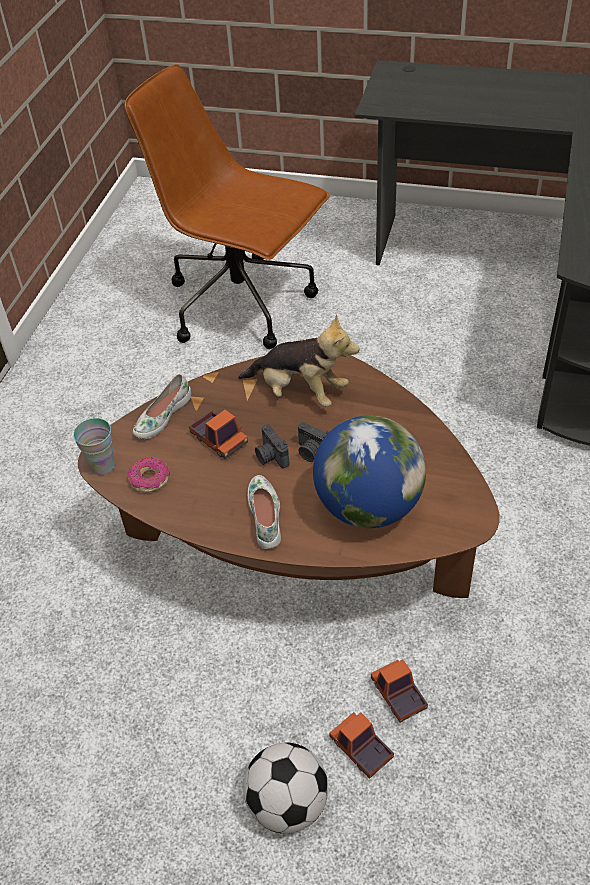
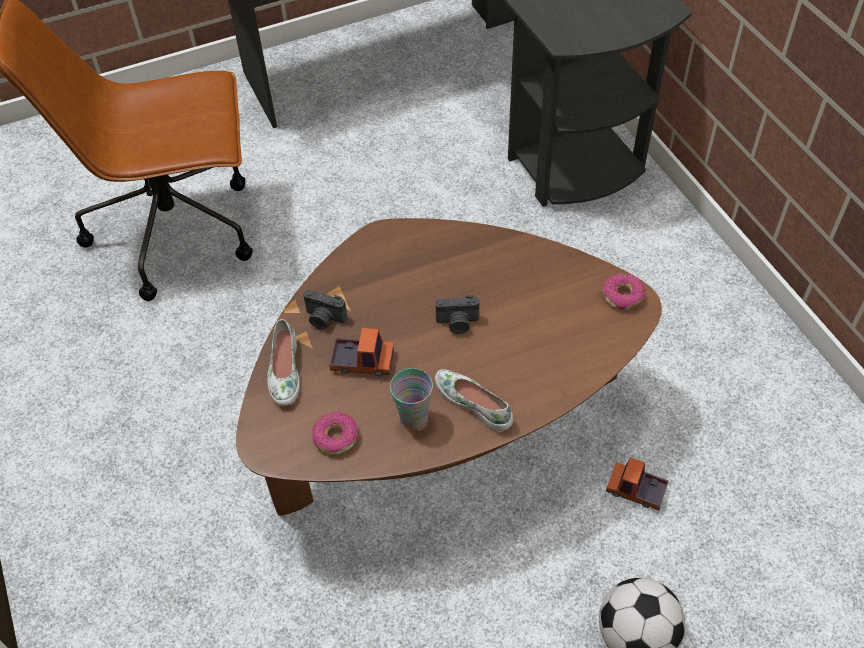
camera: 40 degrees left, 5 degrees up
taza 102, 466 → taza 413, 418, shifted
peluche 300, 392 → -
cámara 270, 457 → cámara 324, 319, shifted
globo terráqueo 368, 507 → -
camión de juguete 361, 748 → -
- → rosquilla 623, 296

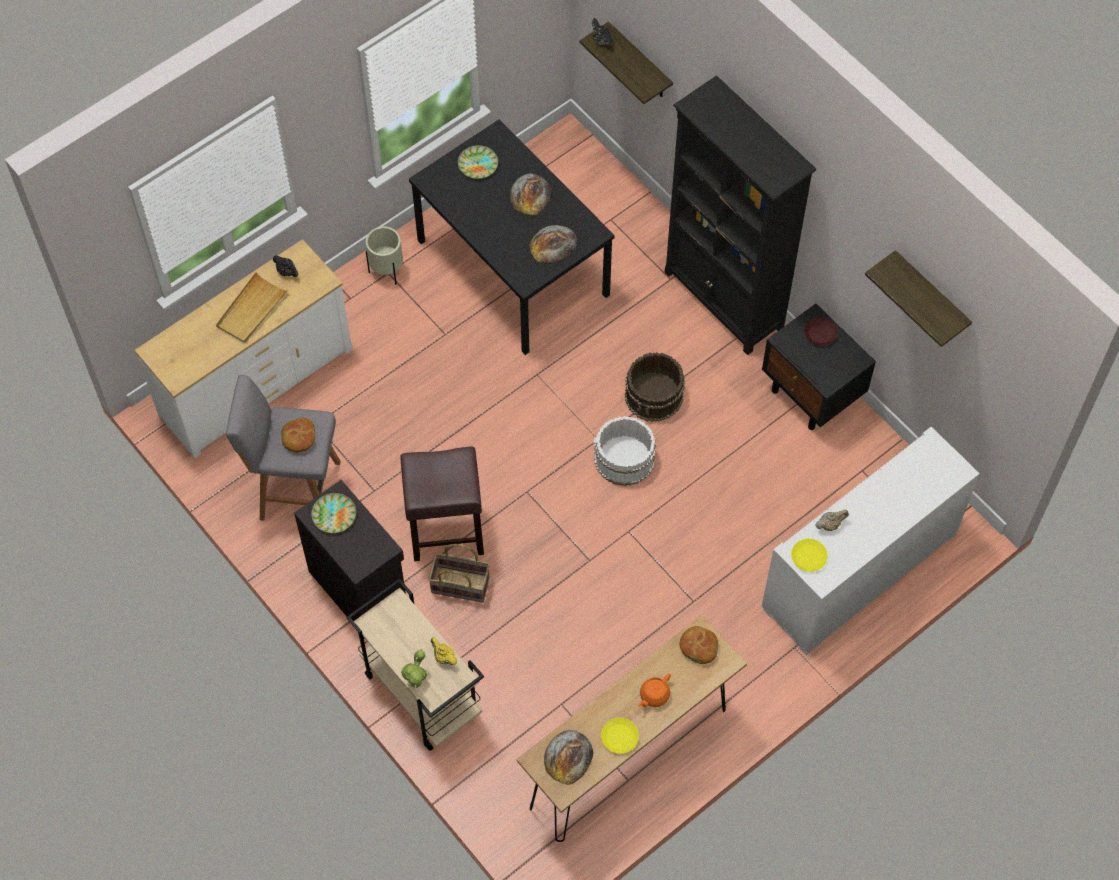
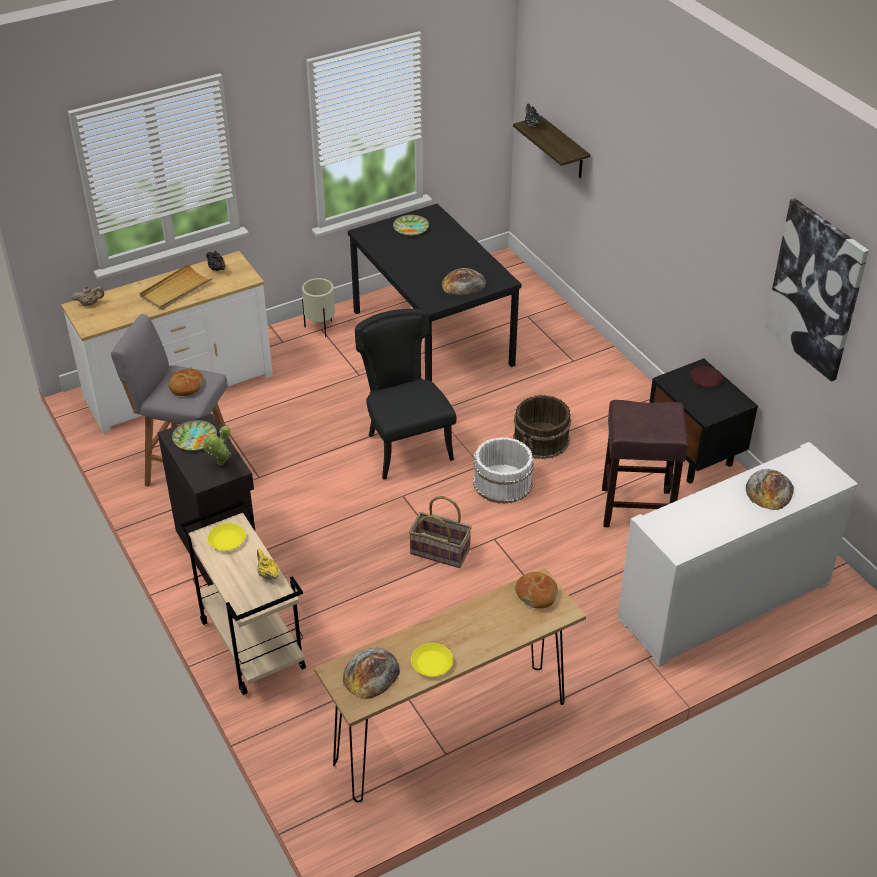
camera: 10 degrees right, 20 degrees down
taburete [marrón] 445, 532 → taburete [marrón] 635, 508, shifted
planta en maceta 417, 681 → planta en maceta 220, 465, shifted
cesta 460, 584 → cesta 440, 551, shifted
pan 530, 194 → pan 769, 490, shifted
tetera [naranja] 654, 695 → -
estantería [negro] 724, 300 → -
plato [amarillo] 808, 557 → plato [amarillo] 226, 540, shifted
tetera [beis] 830, 524 → tetera [beis] 90, 304, shifted
estante 930, 296 → cuadro 816, 290
- → silla [negro] 405, 446

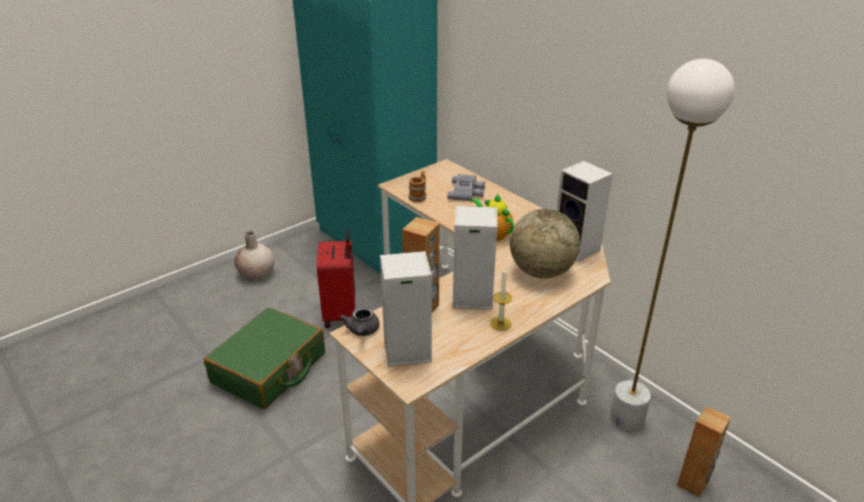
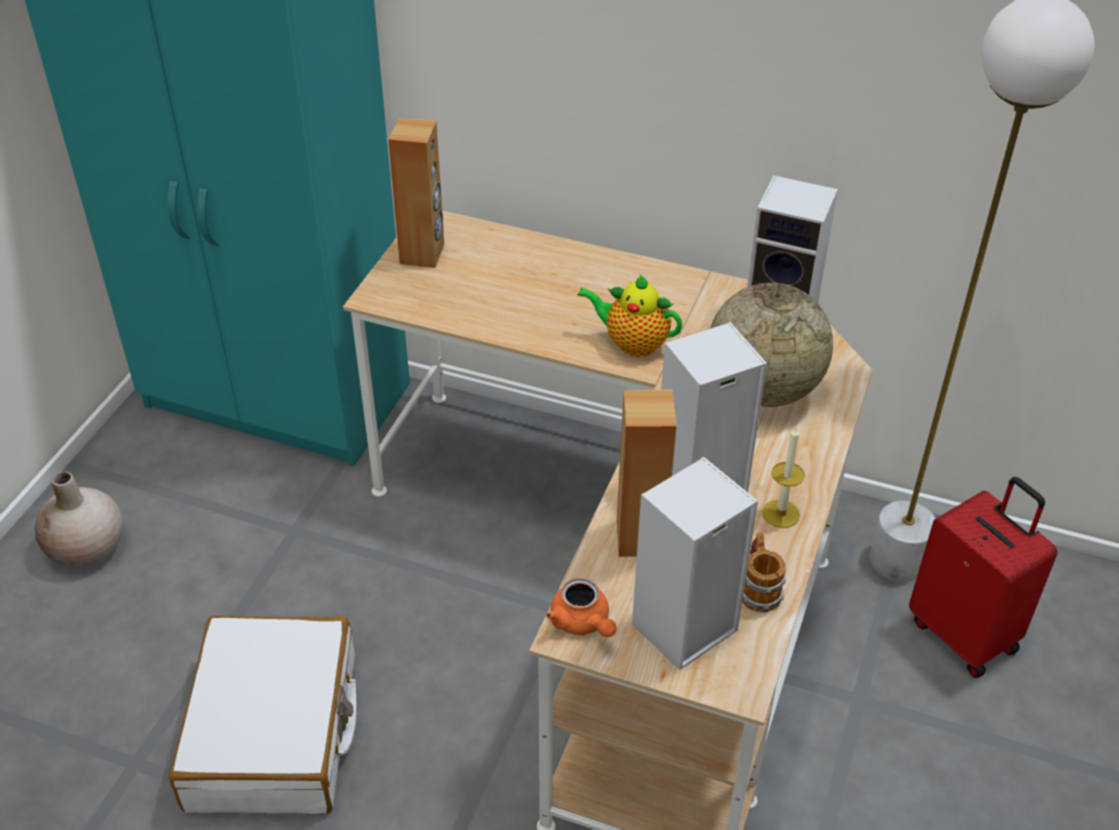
camera: 30 degrees left, 10 degrees up
maleta [verde] 269, 369 → maleta [blanco] 274, 732
maleta [rojo] 341, 314 → maleta [rojo] 964, 634, shifted
tetera [gris] 362, 331 → tetera [naranja] 583, 623
taza grande 419, 196 → taza grande 758, 589, shifted
prismáticos [gris] 467, 192 → -
altavoz [marrón] 693, 483 → altavoz [marrón] 423, 254, shifted

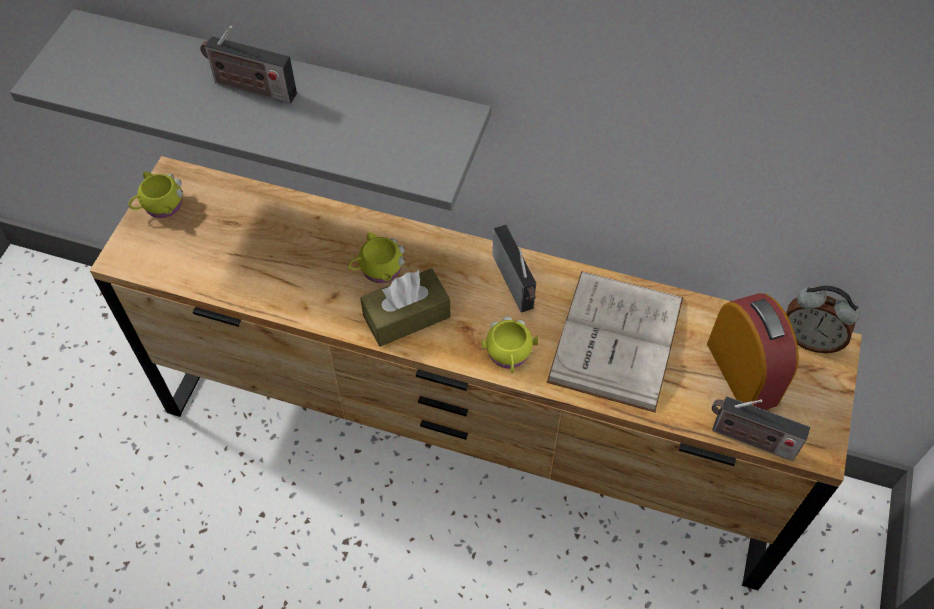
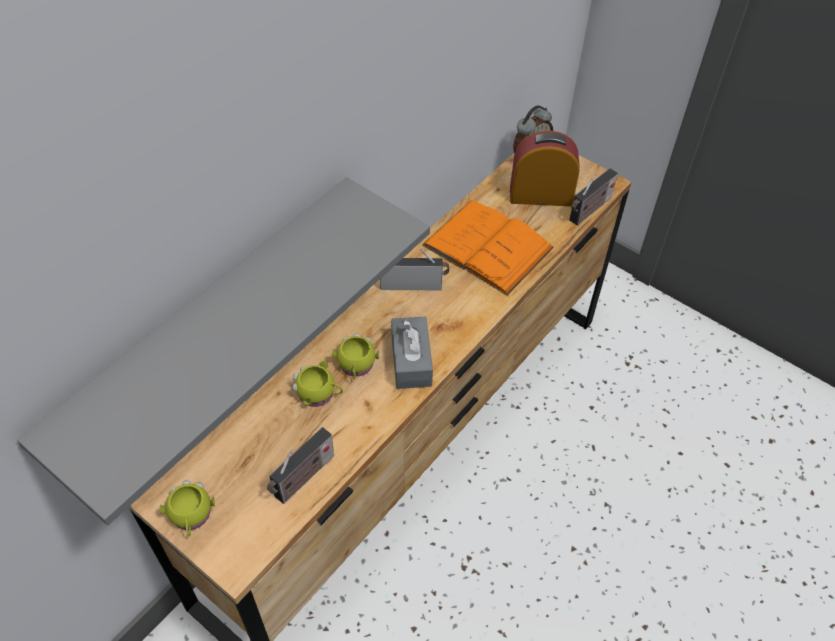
camera: 70 degrees left, 5 degrees down
radio 251, 88 → radio 302, 479, shifted
caja de pañuelos [marrón] 406, 316 → caja de pañuelos [gris] 411, 360
taza grande [amarillo] 509, 355 → taza grande [amarillo] 319, 394, shifted
libro [blanco] 616, 339 → libro [naranja] 487, 246

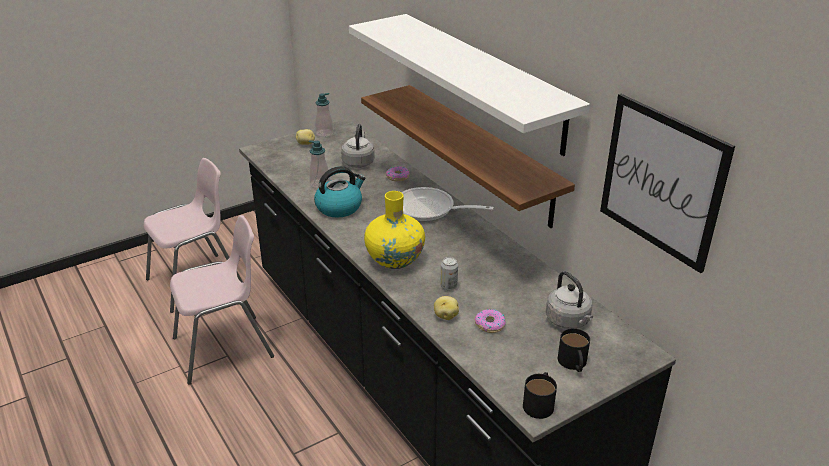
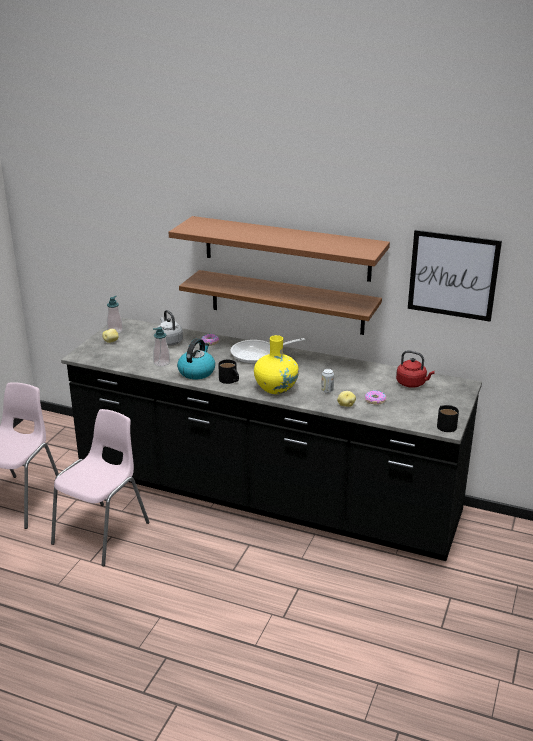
camera: 35 degrees left, 5 degrees down
estante [blanco] 484, 81 → estante [marrón] 286, 248
hervidor [gris] 569, 321 → hervidor [rojo] 412, 383
taza grande [negro] 573, 364 → taza grande [negro] 230, 380, shifted

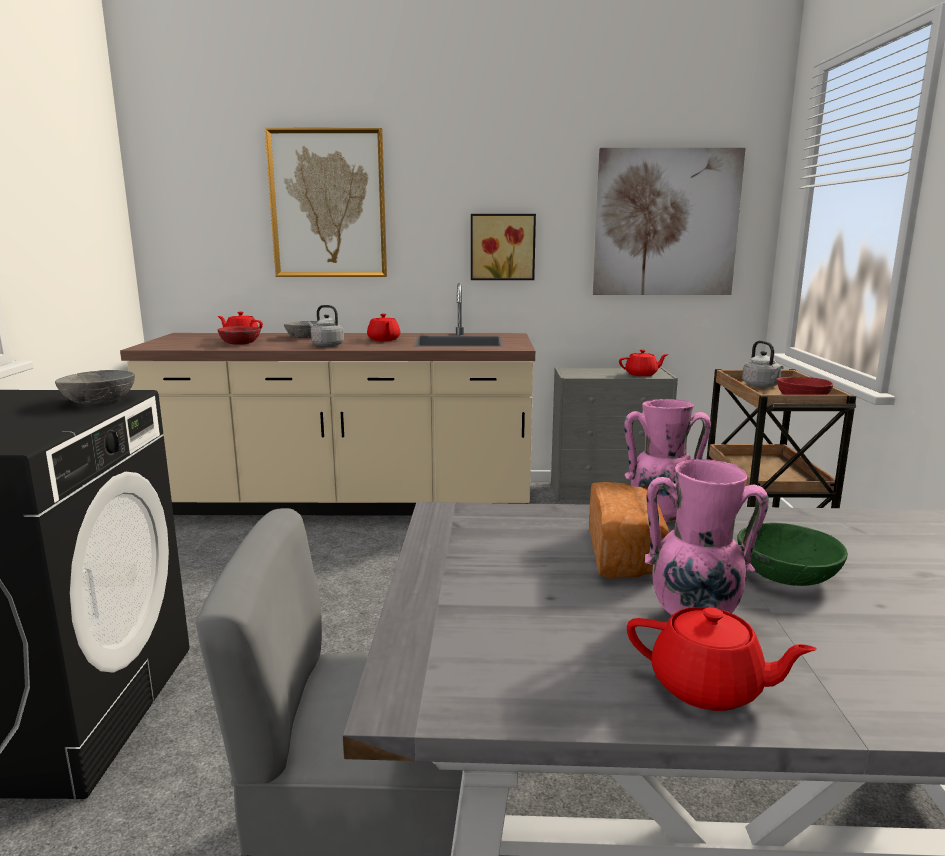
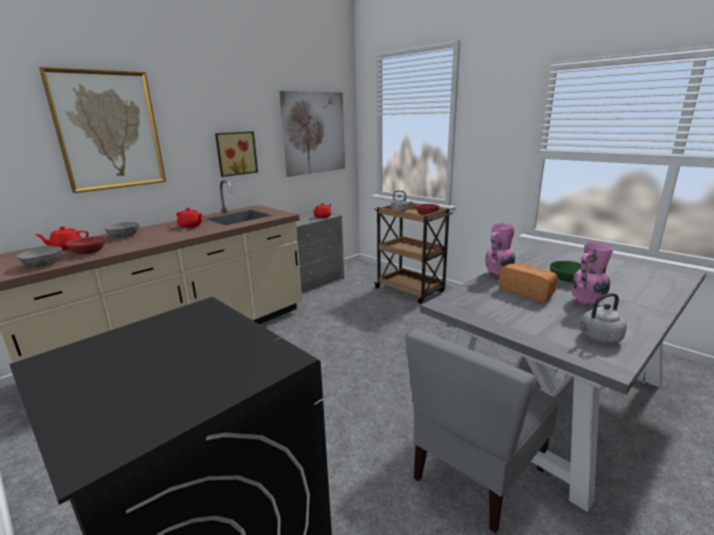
camera: 45 degrees left, 5 degrees up
cuenco [gris] 100, 401 → cuenco [gris] 44, 264, shifted
hervidor [gris] 326, 345 → hervidor [gris] 598, 338, shifted
tetera [rojo] 708, 688 → -

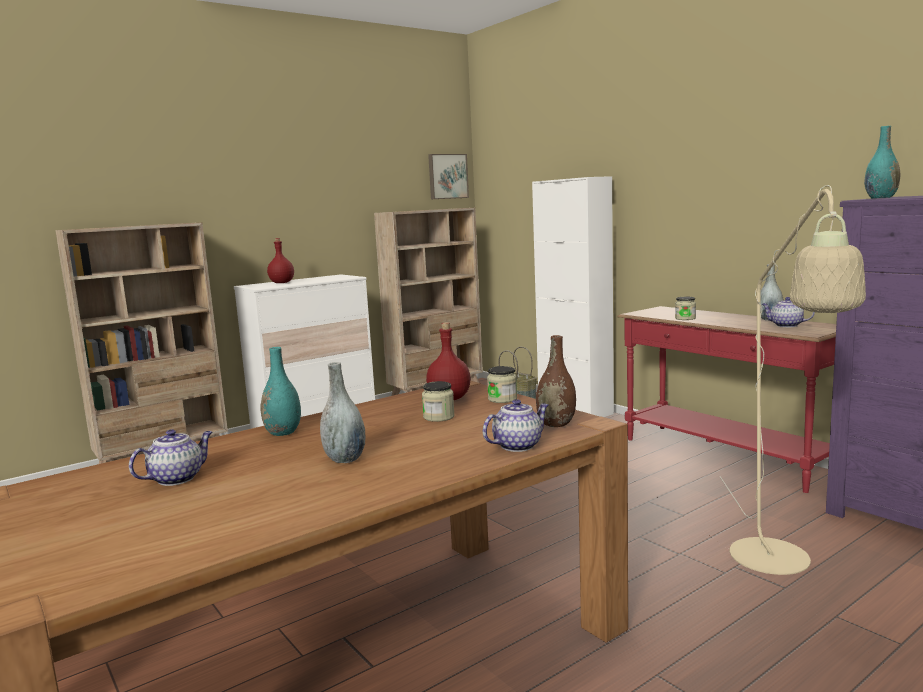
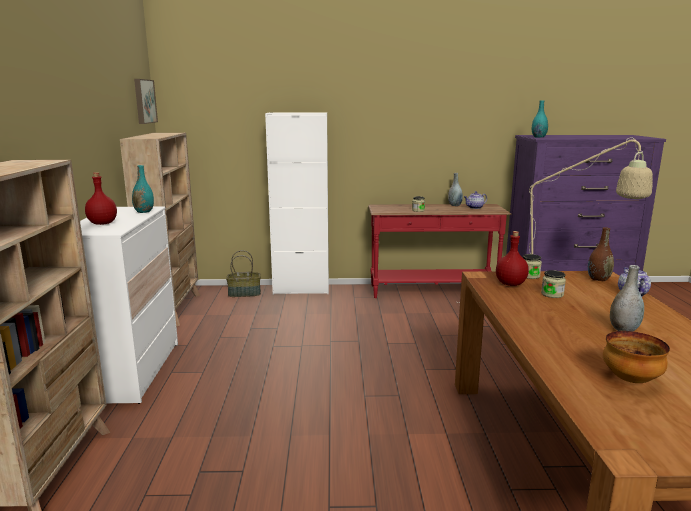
camera: 55 degrees left, 5 degrees up
tetera 177, 478 → cuenco 629, 379
florero [turquesa] 283, 432 → florero [turquesa] 144, 211, shifted

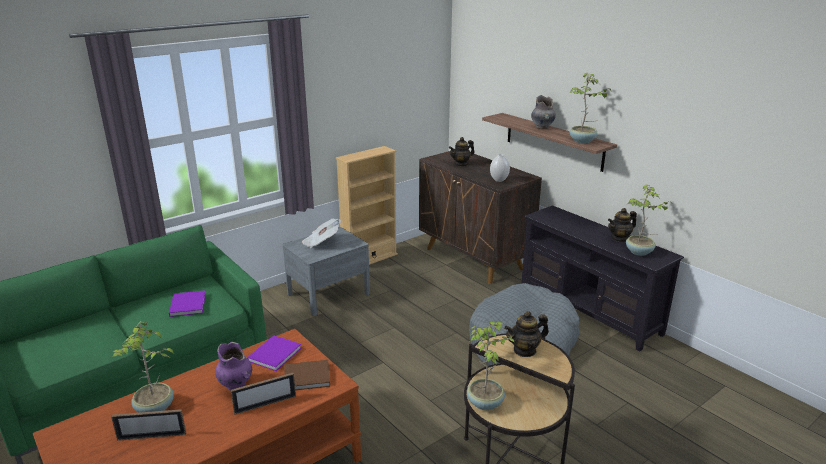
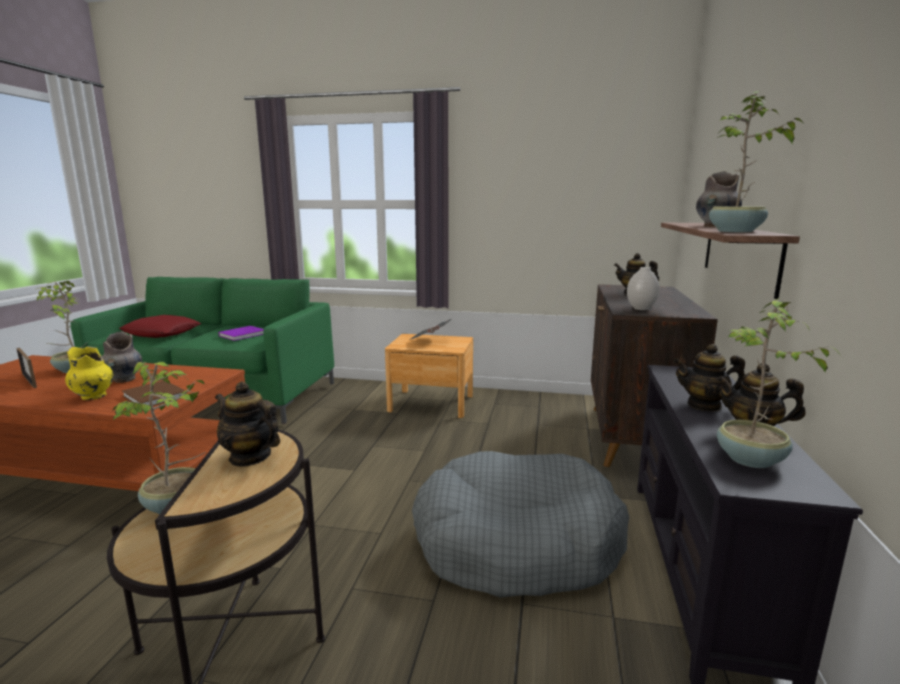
camera: 50 degrees right, 10 degrees down
florero [morado] 236, 385 → florero [gris] 124, 380
portarretratos 265, 404 → florero [amarillo] 94, 397
libro [morado] 276, 354 → -
mesita de noche [gris] 328, 294 → mesita de noche [marrón] 431, 403
estantería [beis] 369, 259 → -
- → cojín [rojo] 162, 333
- → tetera 704, 405

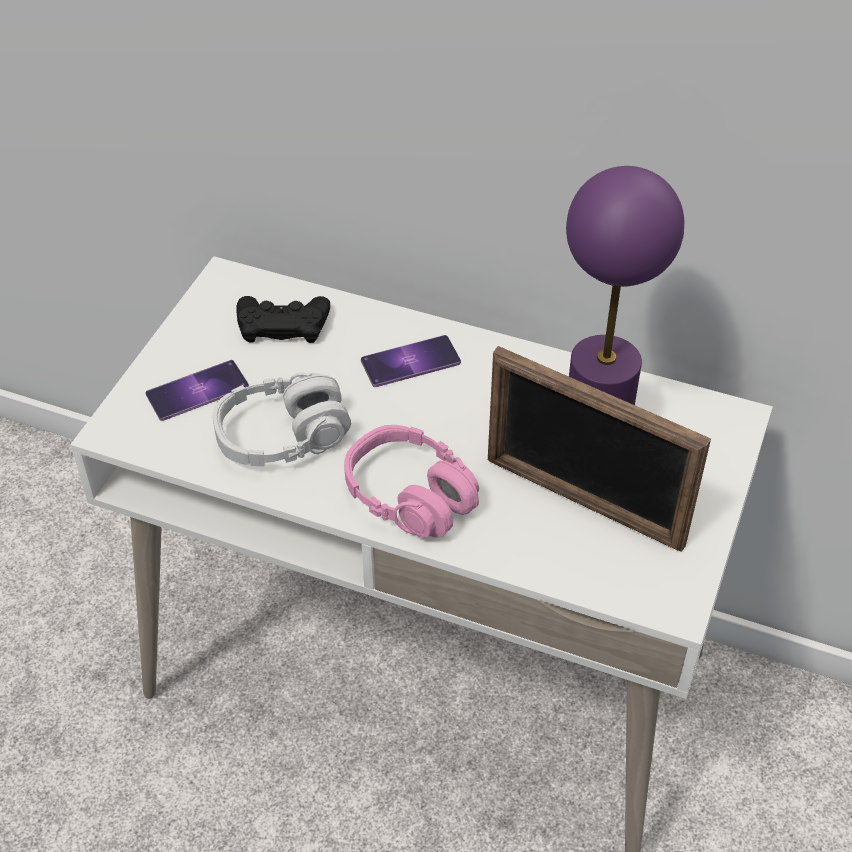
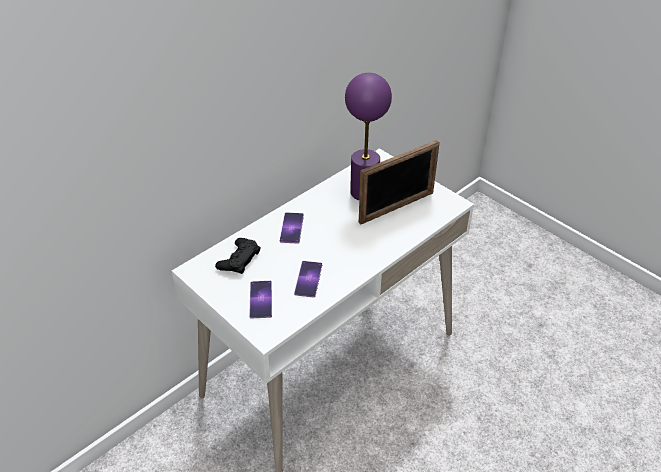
camera: 65 degrees left, 5 degrees down
auriculares [gris] 282, 436 → móvil 308, 279
auriculares [rosa] 410, 496 → -

